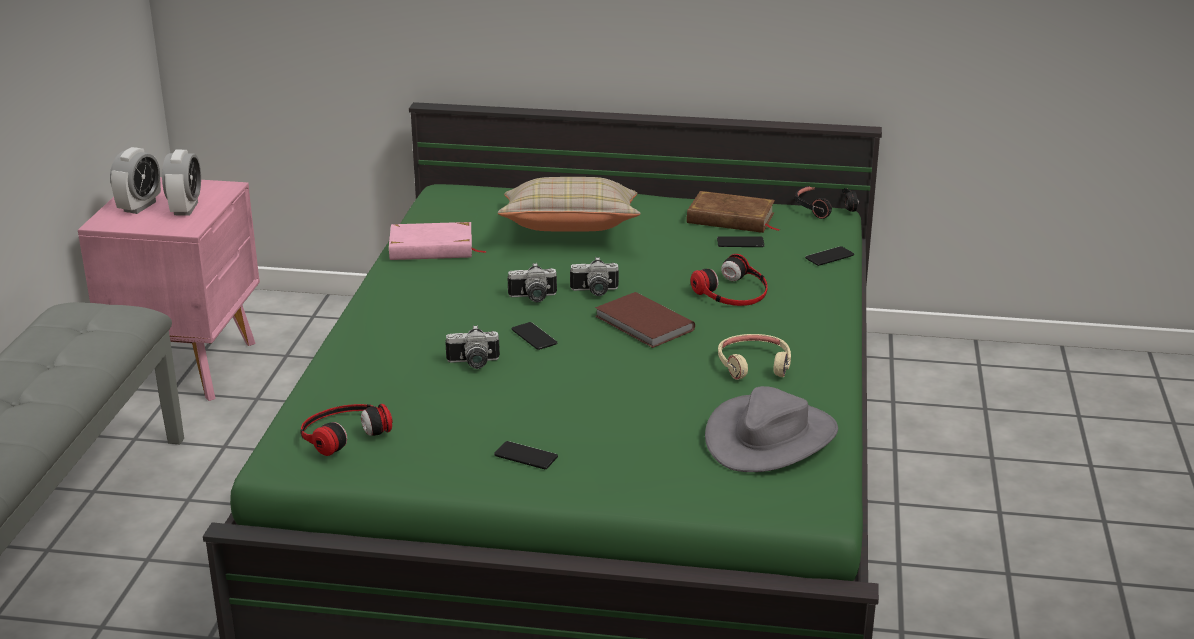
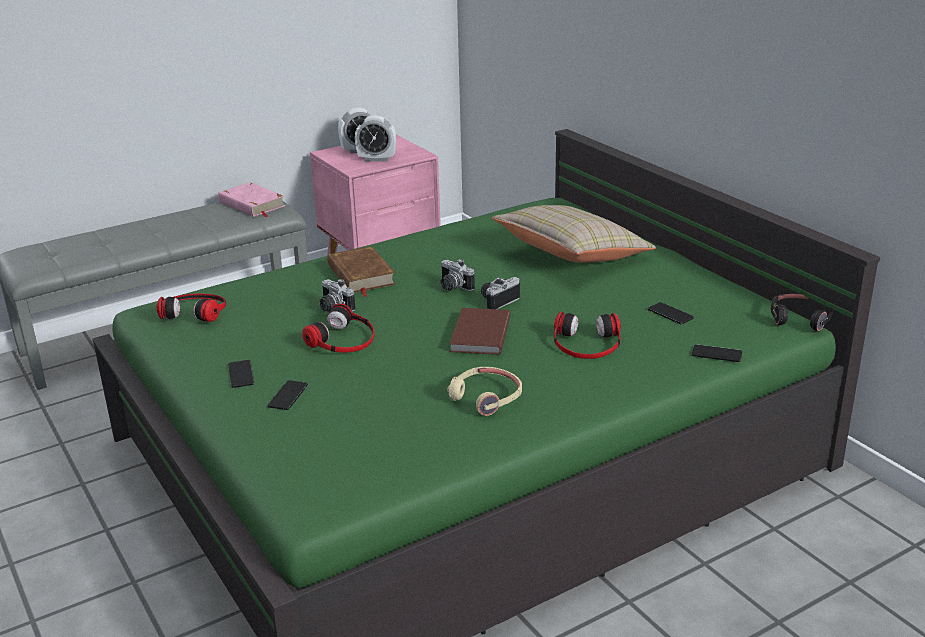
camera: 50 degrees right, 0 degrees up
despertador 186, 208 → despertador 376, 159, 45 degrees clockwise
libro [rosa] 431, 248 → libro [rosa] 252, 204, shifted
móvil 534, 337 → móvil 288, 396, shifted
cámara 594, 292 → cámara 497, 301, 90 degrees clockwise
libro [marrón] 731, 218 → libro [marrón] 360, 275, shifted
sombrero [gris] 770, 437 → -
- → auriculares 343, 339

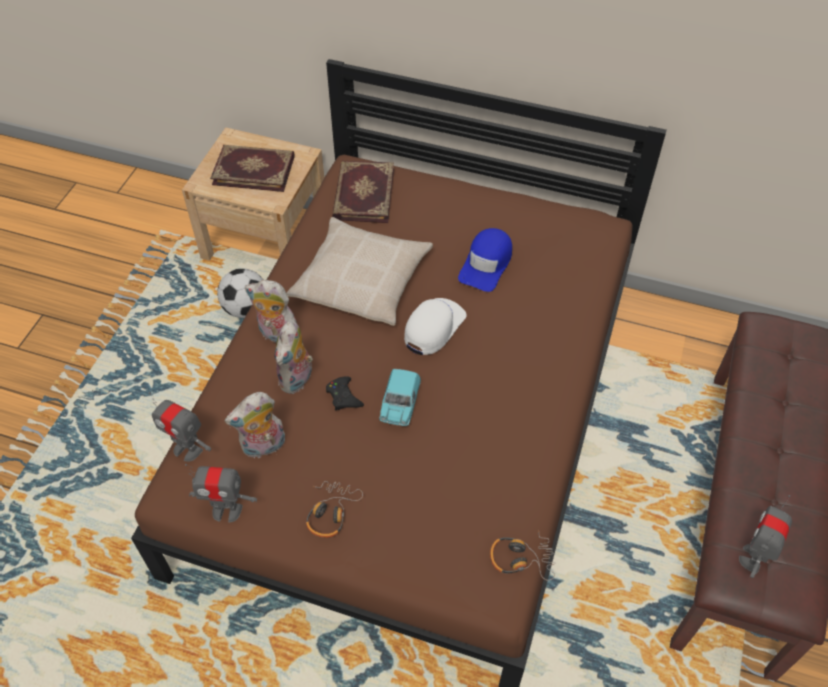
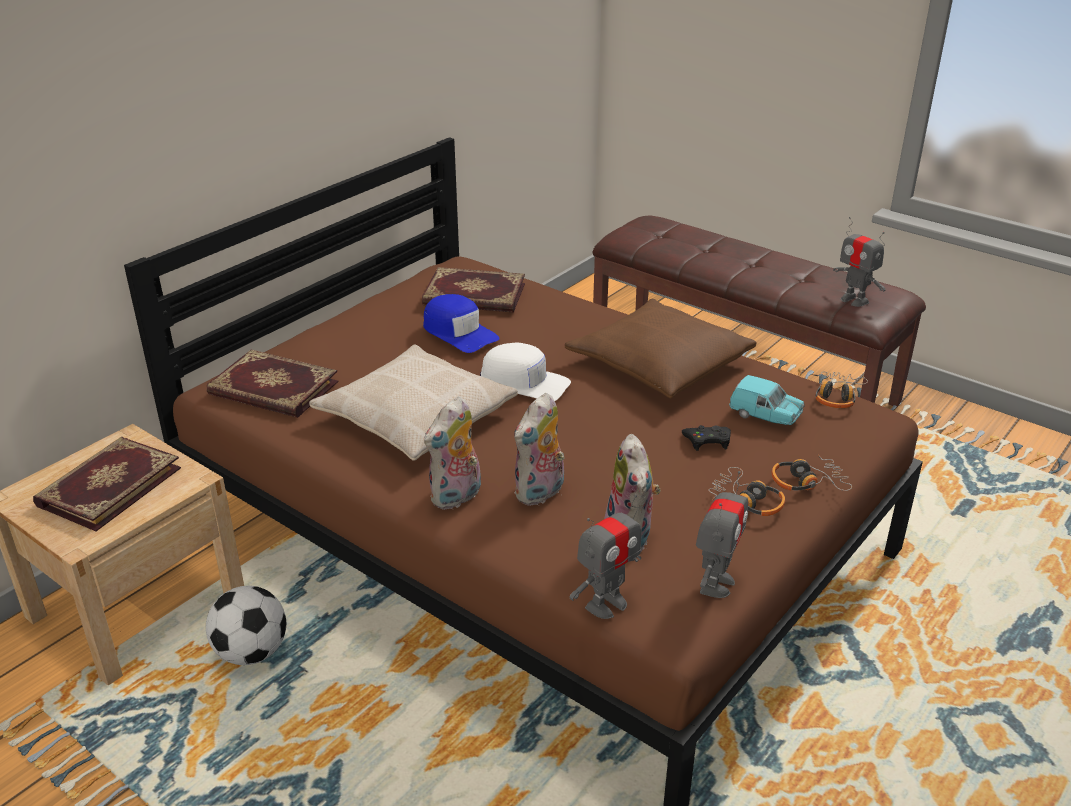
camera: 70 degrees left, 20 degrees down
peluche 297, 380 → peluche 540, 493, 90 degrees clockwise
mando de consola [negro] 343, 396 → mando de consola [negro] 707, 441, shifted
coche de juguete [turquesa] 400, 405 → coche de juguete [turquesa] 765, 416, shifted
gorra [blanco] 433, 327 → gorra [blanco] 524, 382, 150 degrees clockwise
- → libro 474, 296
- → cojín [marrón] 659, 363
- → auriculares 807, 482

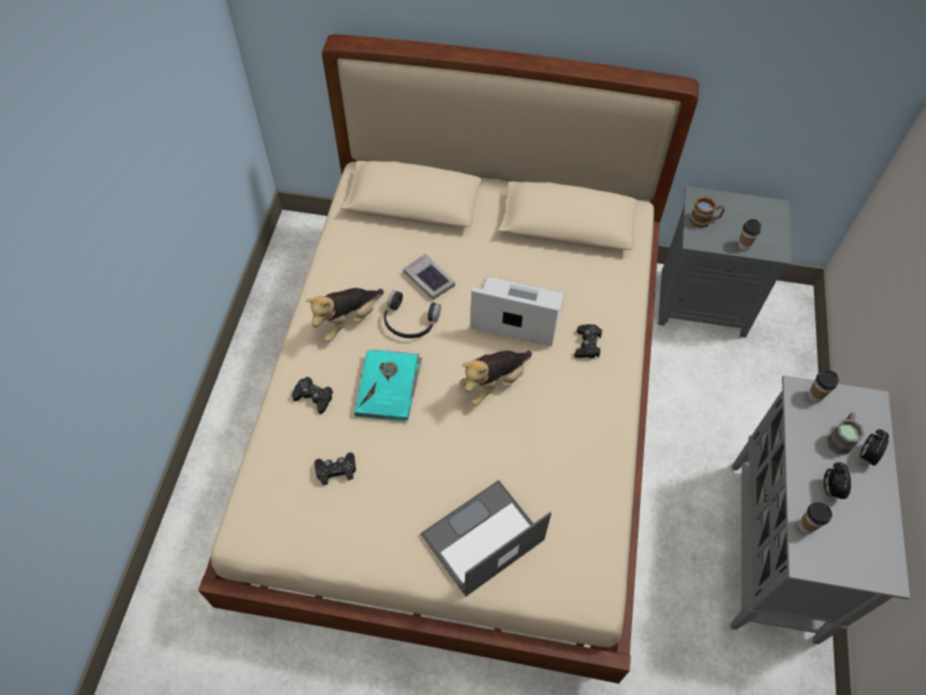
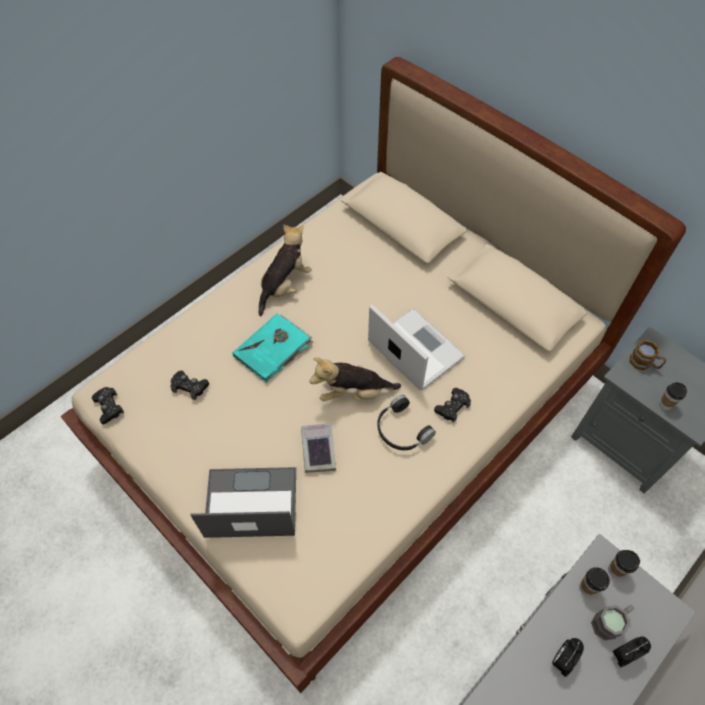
camera: 35 degrees right, 0 degrees up
mando de consola [negro] 314, 397 → mando de consola [negro] 108, 407, shifted
peluche 348, 321 → peluche 285, 286, 135 degrees clockwise
auriculares [negro] 409, 322 → auriculares [negro] 401, 430, shifted
libro 428, 279 → libro 318, 449, shifted
taza 806, 526 → taza 587, 587, shifted

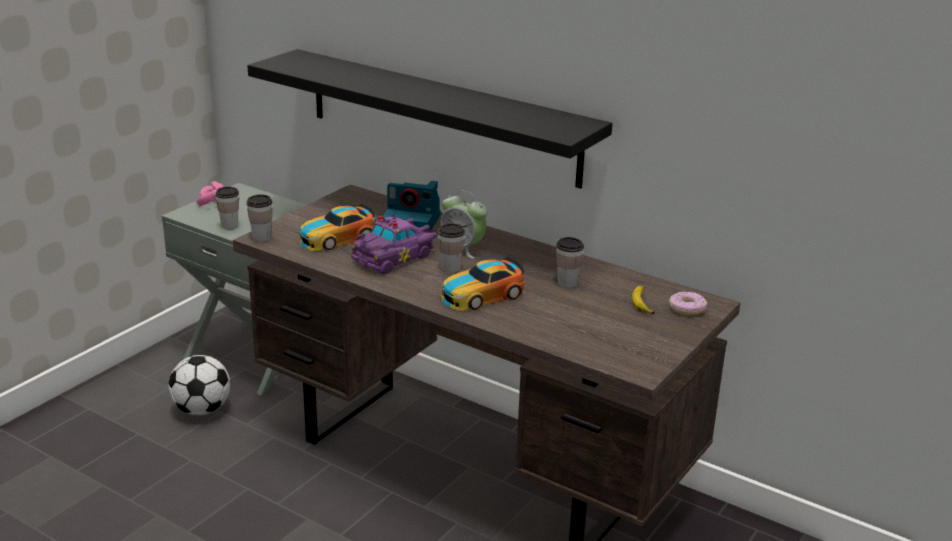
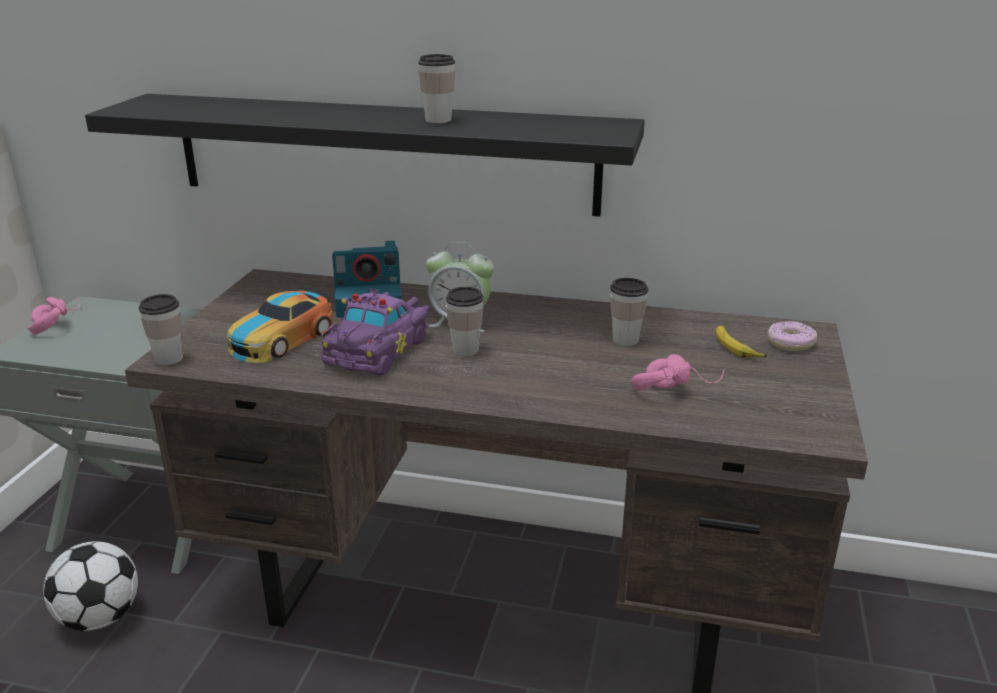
camera: 20 degrees left, 0 degrees up
taza 229, 225 → taza 438, 120, shifted
coche de juguete 481, 295 → -
- → auriculares [rosa] 674, 386

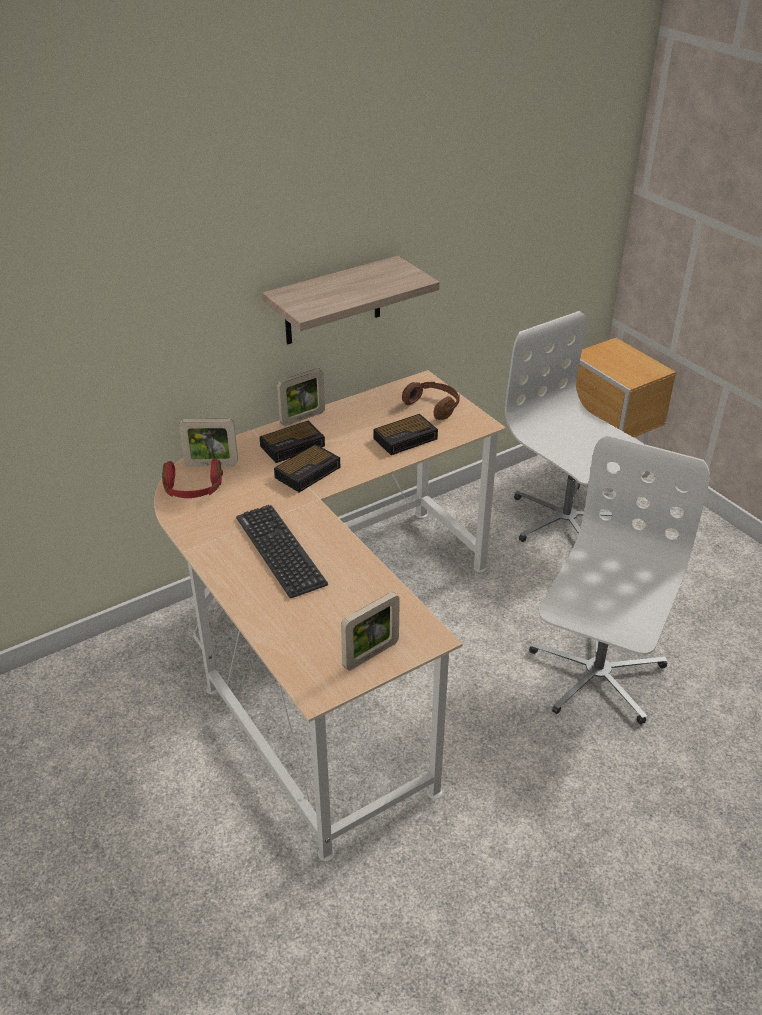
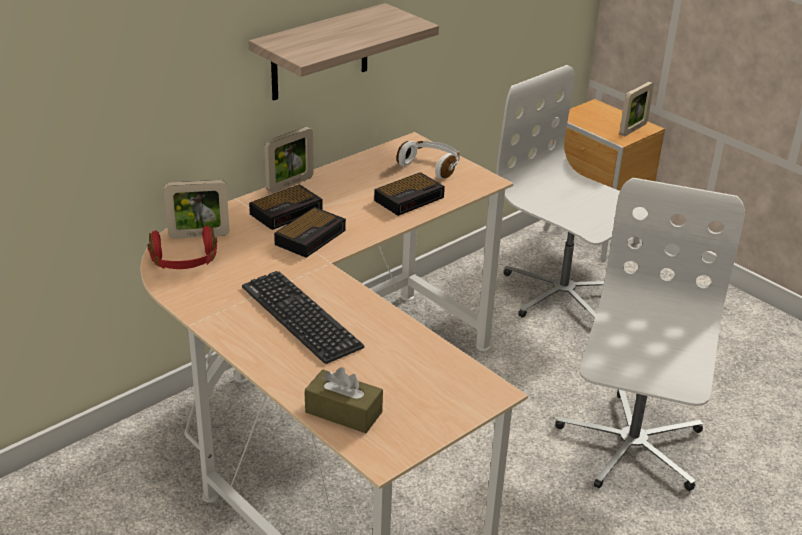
camera: 10 degrees left, 5 degrees down
portarretratos 371, 654 → portarretratos 633, 129, shifted
auriculares [marrón] 433, 406 → auriculares [blanco] 431, 166
- → caja de pañuelos [marrón] 343, 412

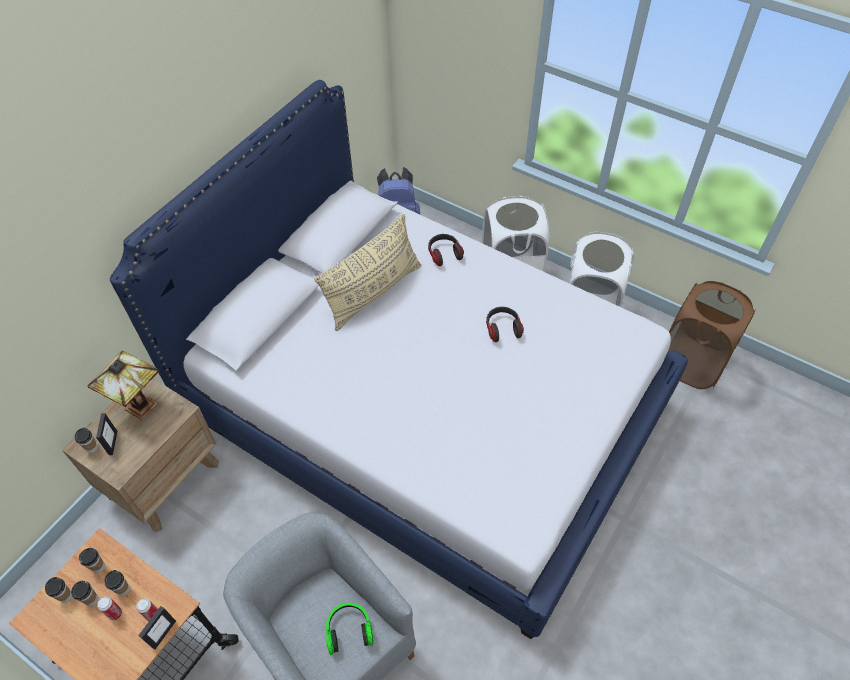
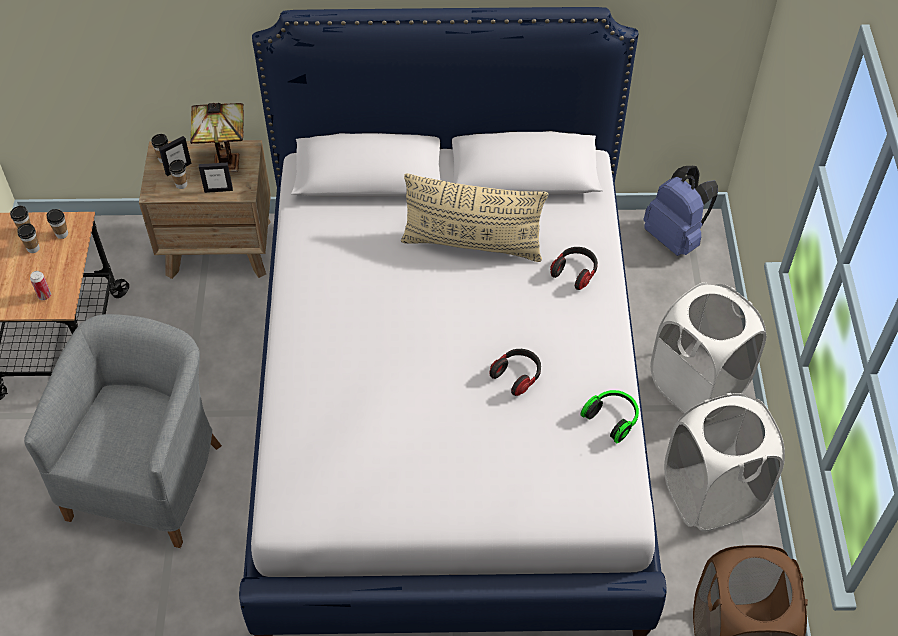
camera: 55 degrees right, 0 degrees up
lata 115, 613 → -
taza 123, 589 → taza 181, 184, shifted
portarretratos 163, 634 → portarretratos 218, 190, shifted
auriculares 349, 630 → auriculares 612, 418, shifted

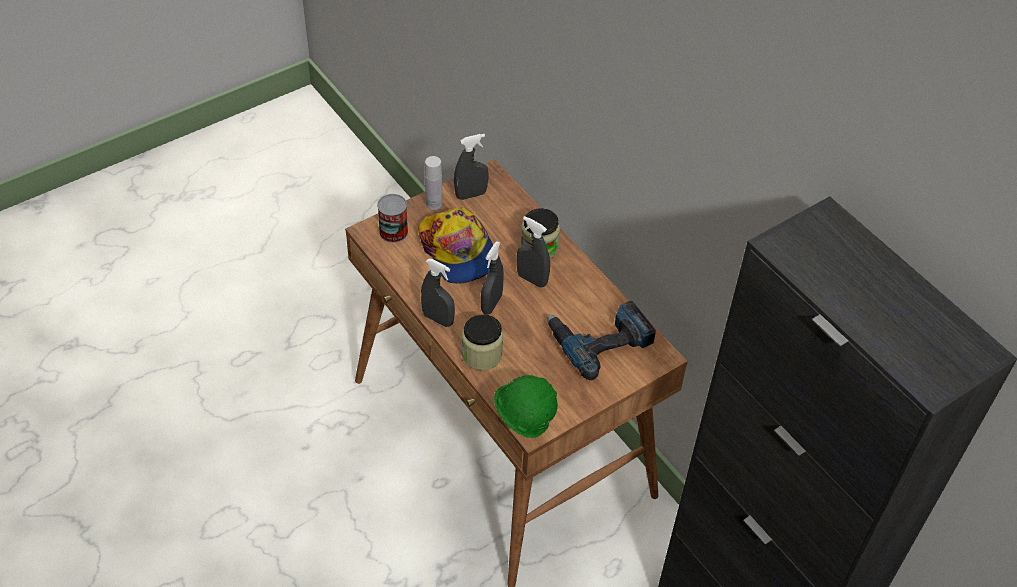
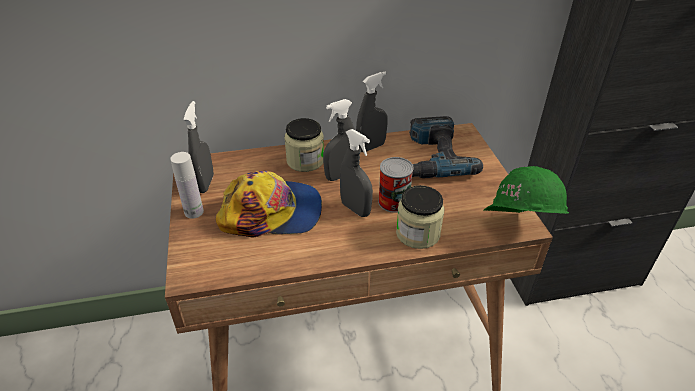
camera: 65 degrees left, 10 degrees down
lata 393, 232 → lata 394, 202, shifted
pulverizador [gris] 438, 319 → pulverizador [gris] 371, 147, shifted

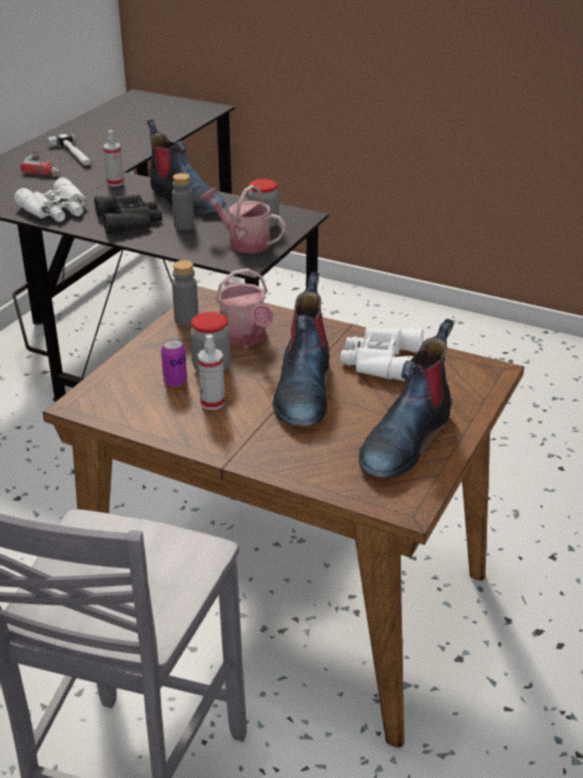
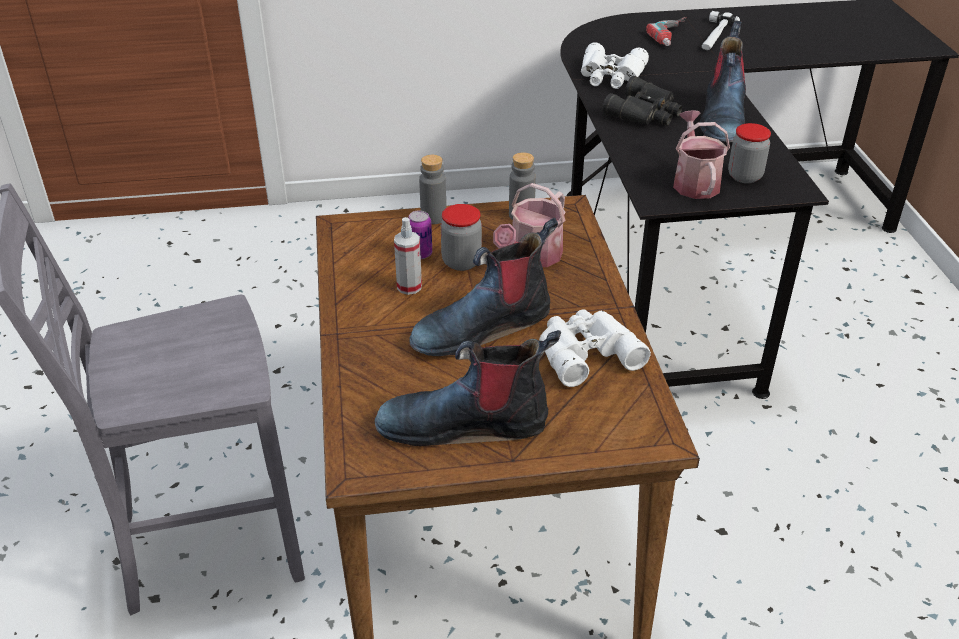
camera: 55 degrees right, 5 degrees up
pulverizador 115, 183 → -
botella [gris] 184, 226 → botella [gris] 433, 217, shifted

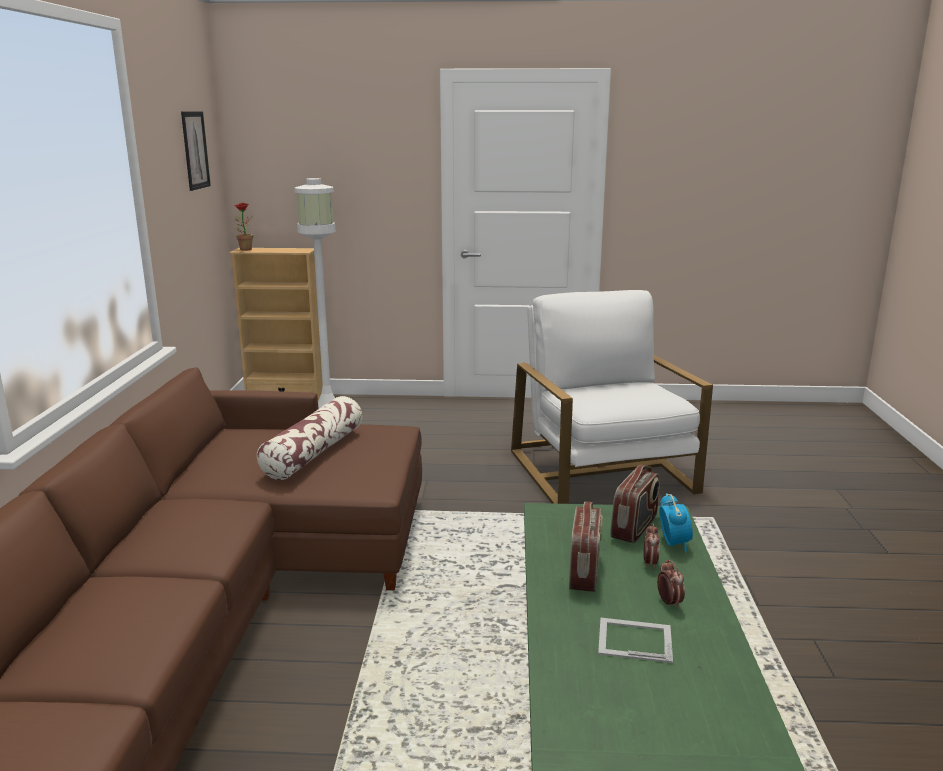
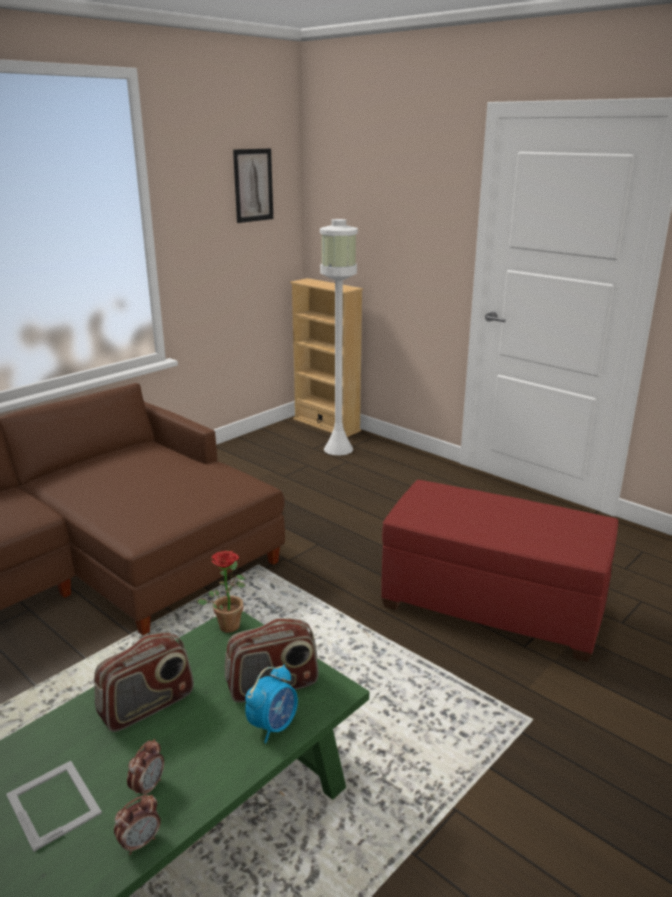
camera: 40 degrees right, 5 degrees up
planta en maceta 244, 249 → planta en maceta 229, 623, shifted
cojín 314, 452 → -
sillón [blanco] 603, 472 → puf [rojo] 492, 606
despertador 650, 563 → despertador 140, 842, shifted

